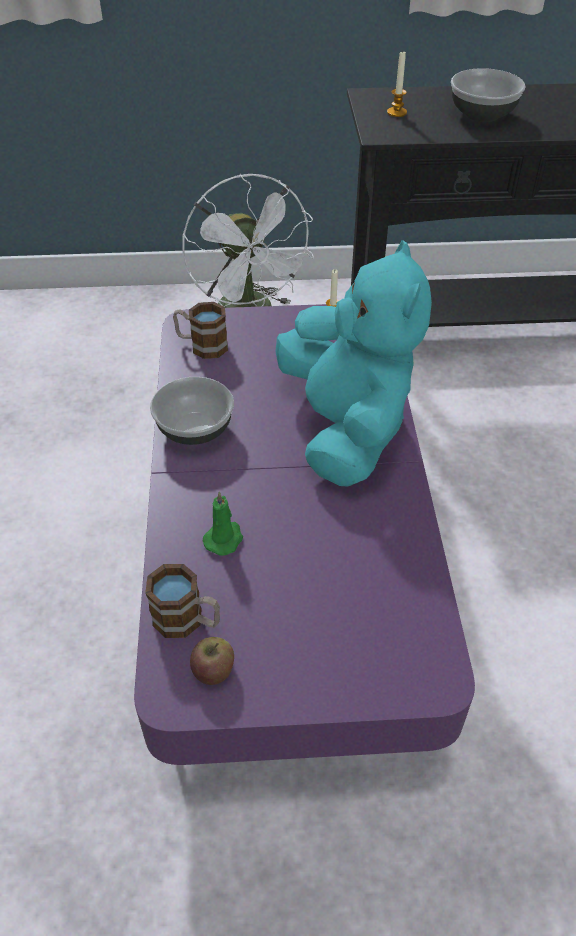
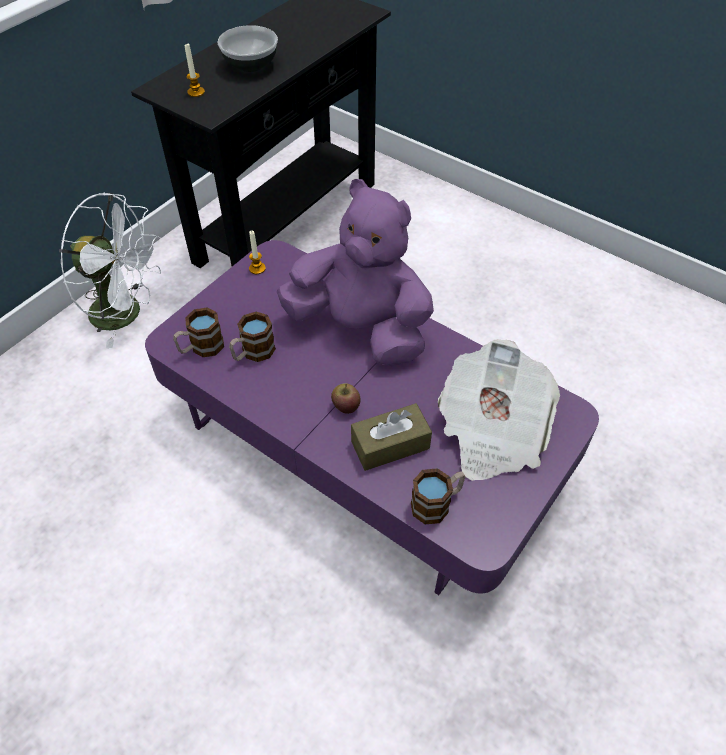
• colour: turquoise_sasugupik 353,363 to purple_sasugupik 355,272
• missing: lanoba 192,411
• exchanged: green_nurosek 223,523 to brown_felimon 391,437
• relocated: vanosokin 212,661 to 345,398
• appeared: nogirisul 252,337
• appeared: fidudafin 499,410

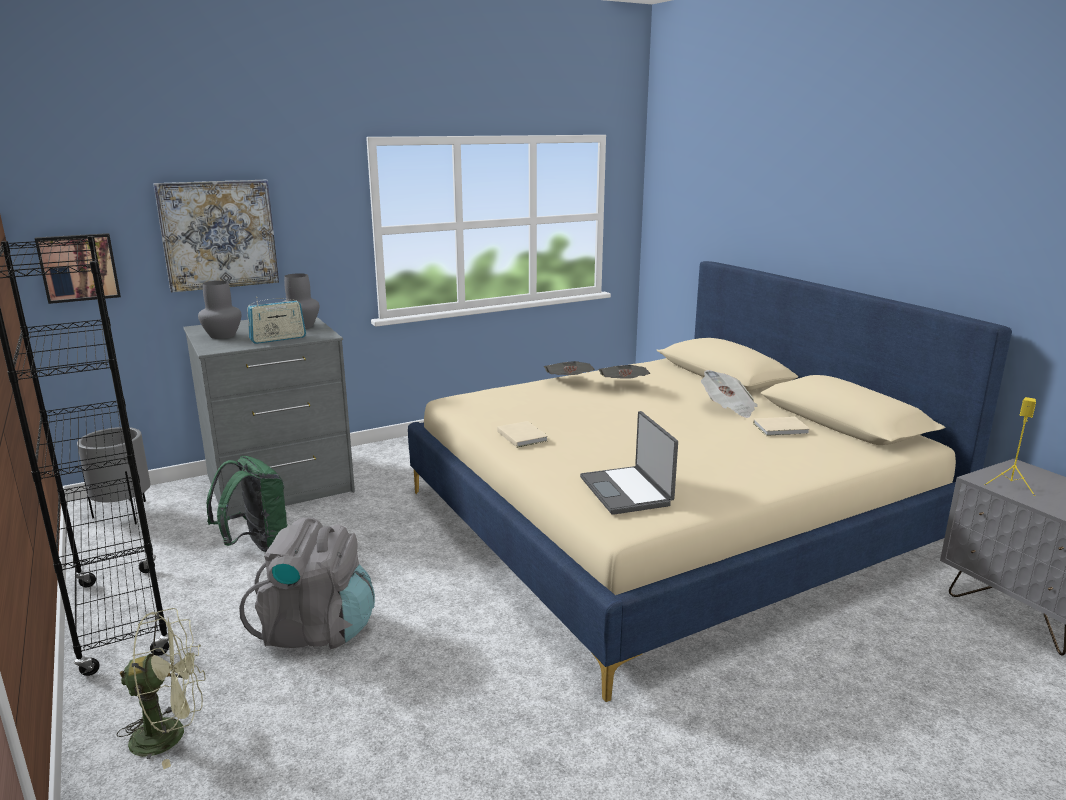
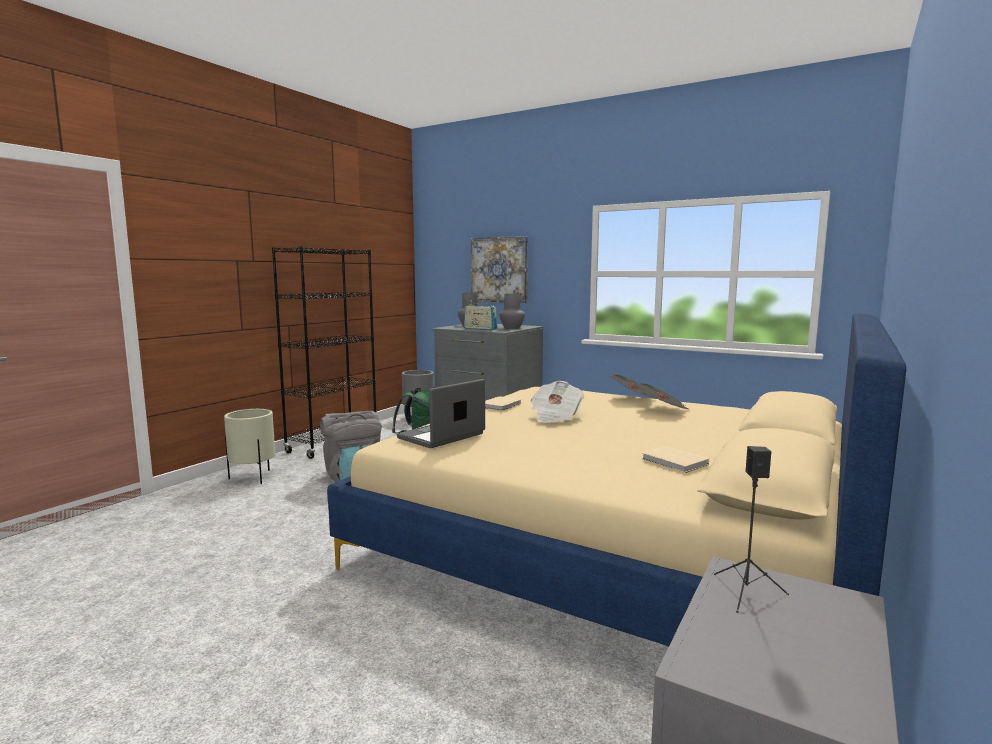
• missing: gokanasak 78,268
• relocated: fidudafin 729,394 to 557,402
• colour: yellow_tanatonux 1010,446 to black_tanatonux 751,529
• exchanged: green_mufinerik 161,688 to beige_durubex 249,446

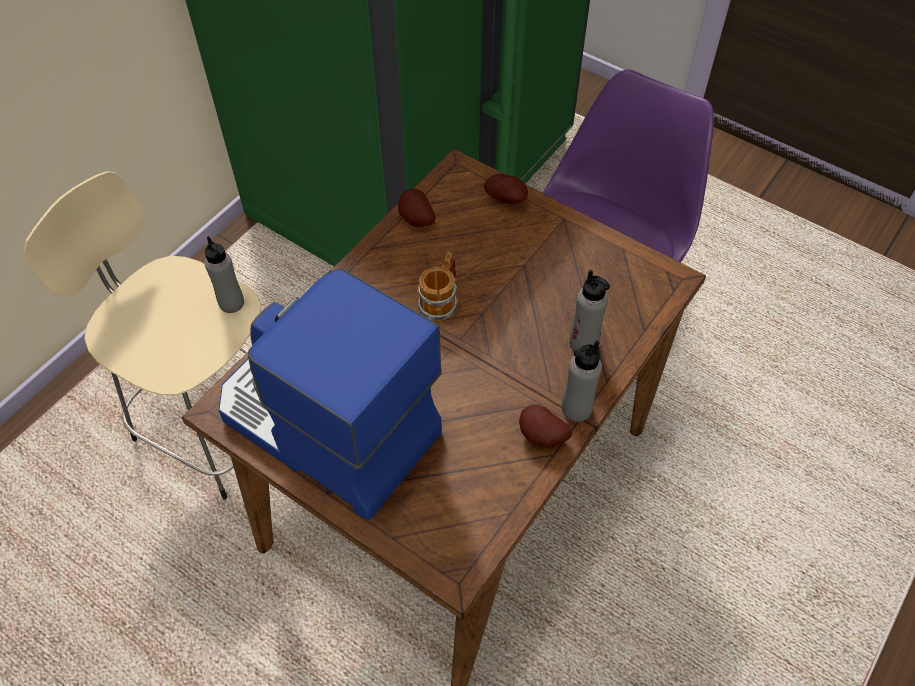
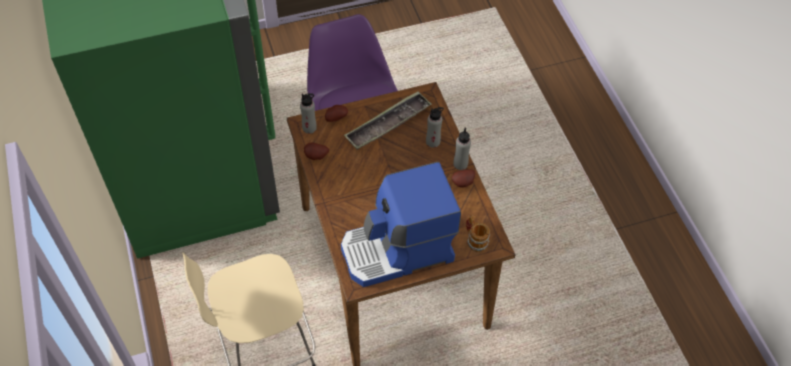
• relocated: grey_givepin 224,274 to 308,113
• relocated: nogirisul 437,287 to 478,233
• appeared: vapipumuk 387,121

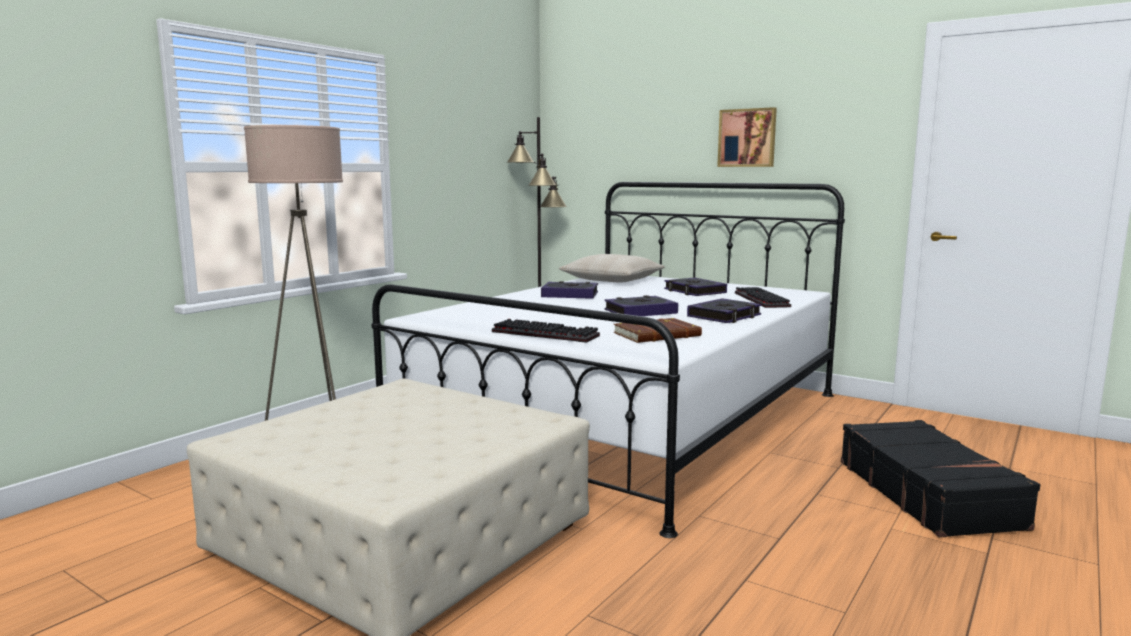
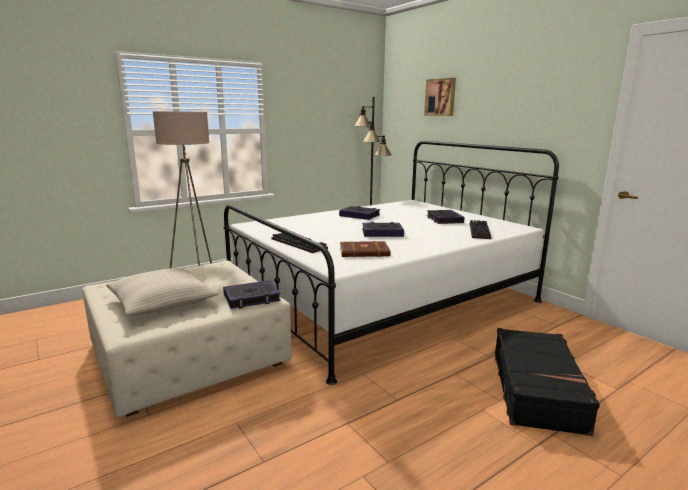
• relocated: gokanasak 747,137 to 440,97
• relocated: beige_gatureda 612,268 to 162,291
• relocated: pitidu 724,310 to 252,294

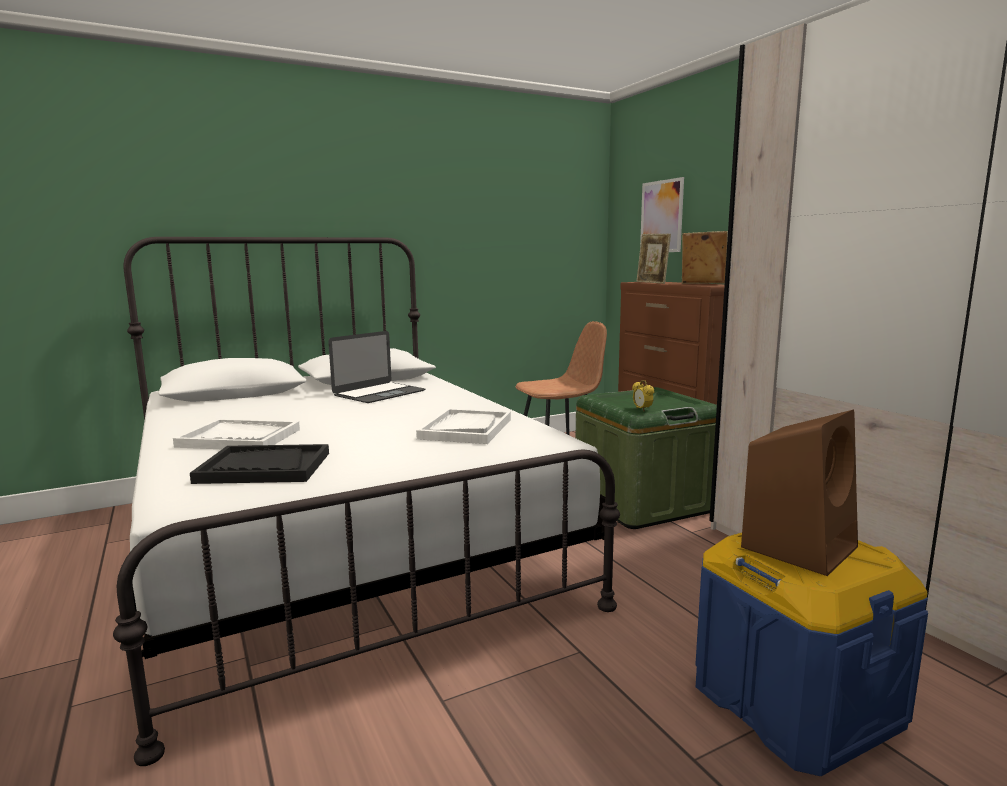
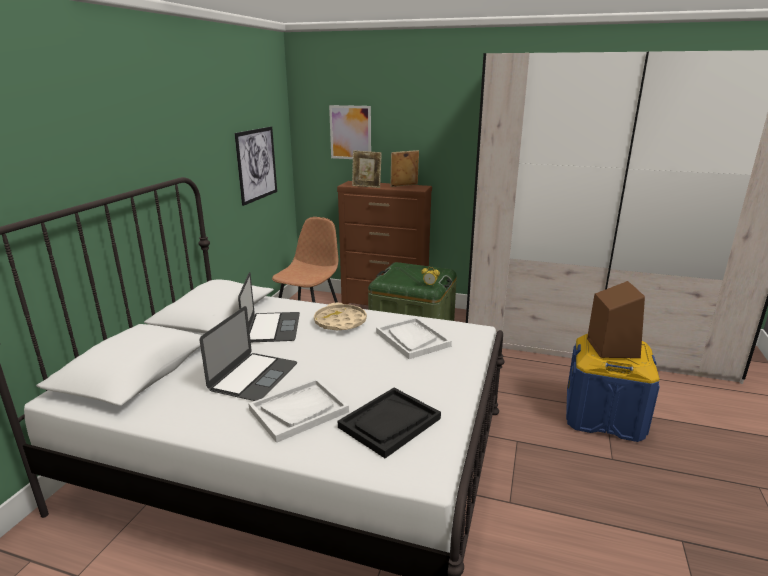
• appeared: gokanasak 256,166
• appeared: beige_vapipumuk 340,316
• appeared: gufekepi 248,353

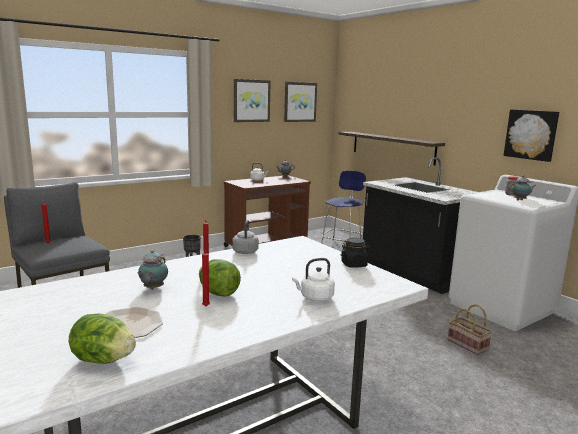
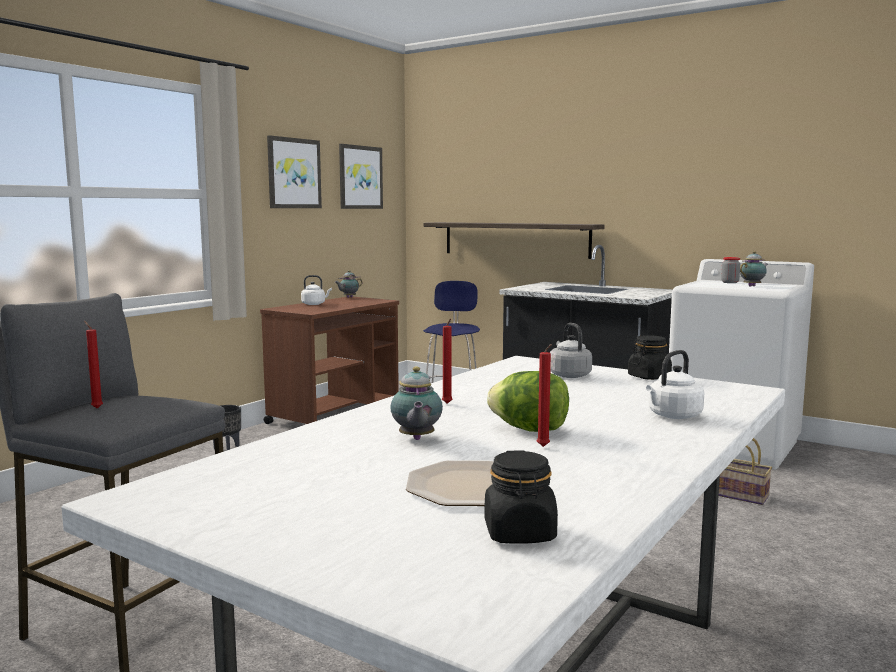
• missing: gokanasak 531,136
• relocated: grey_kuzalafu 245,237 to 571,350
• exchanged: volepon 102,338 to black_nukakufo 521,497

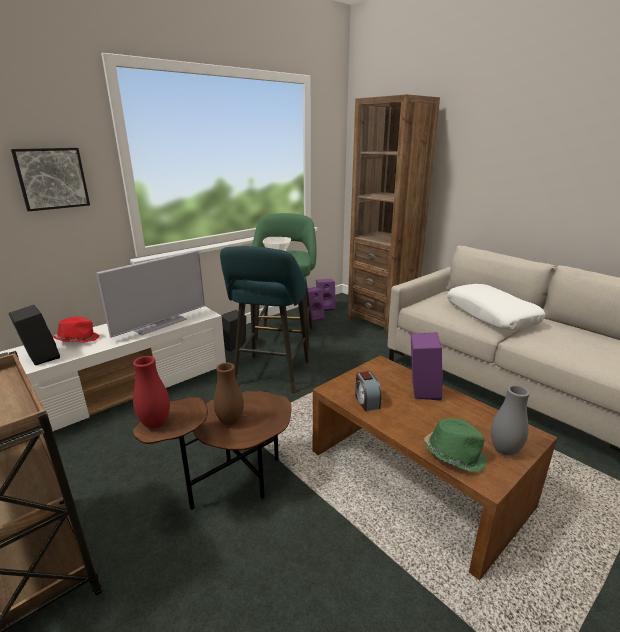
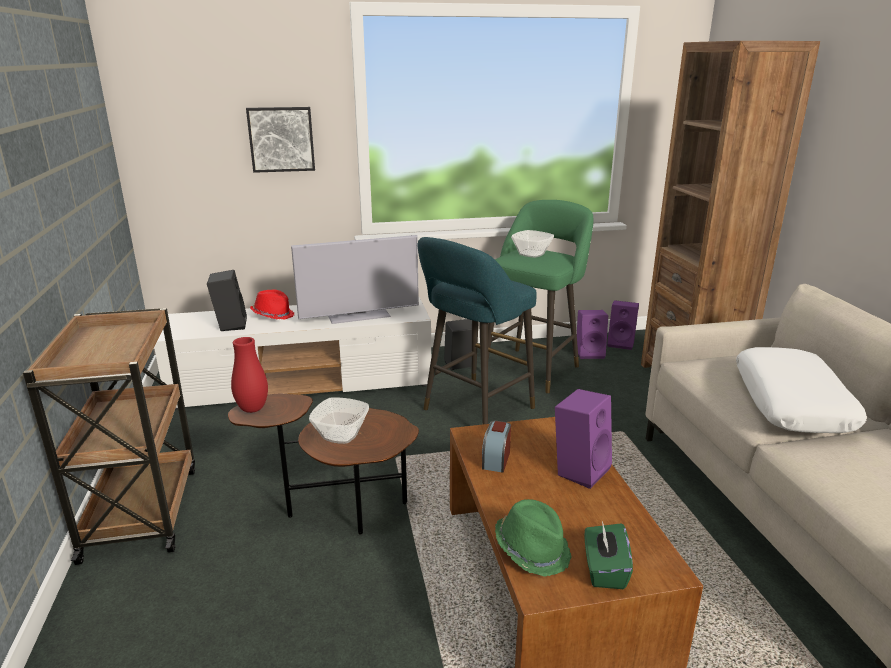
• exchanged: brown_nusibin 229,394 to lanoba 339,420
• exchanged: grey_nusibin 510,420 to green_felimon 608,555

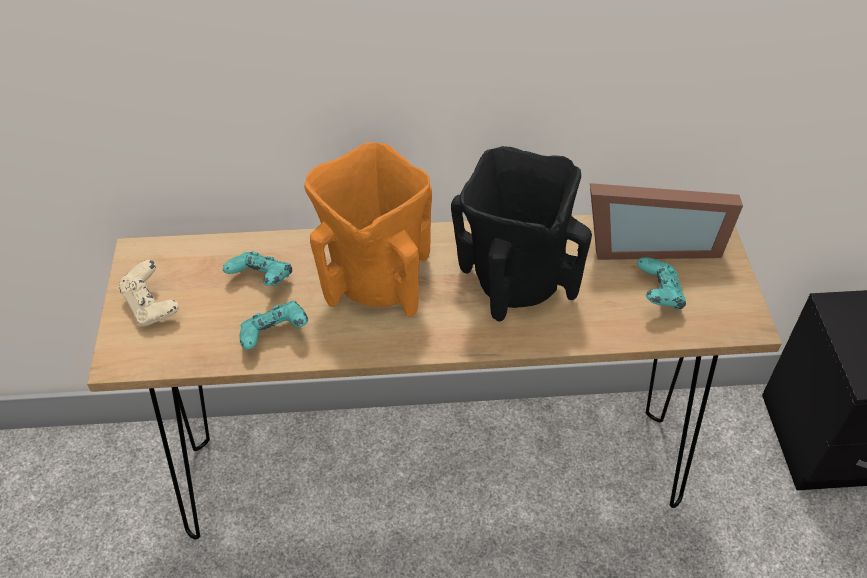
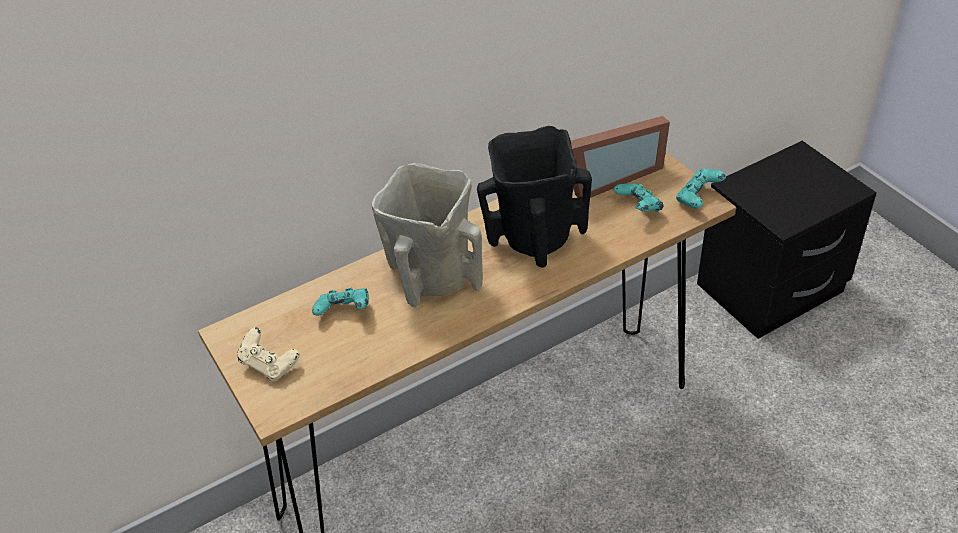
• colour: orange_nusibin 368,229 to beige_nusibin 427,235
• relocated: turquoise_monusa 274,325 to 701,189

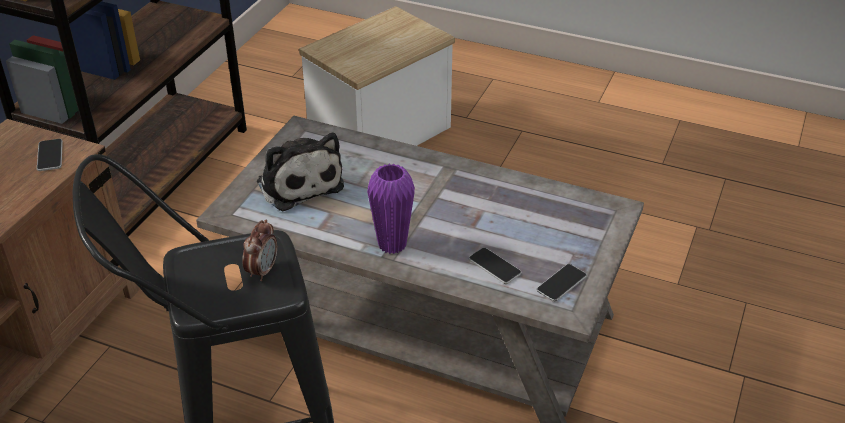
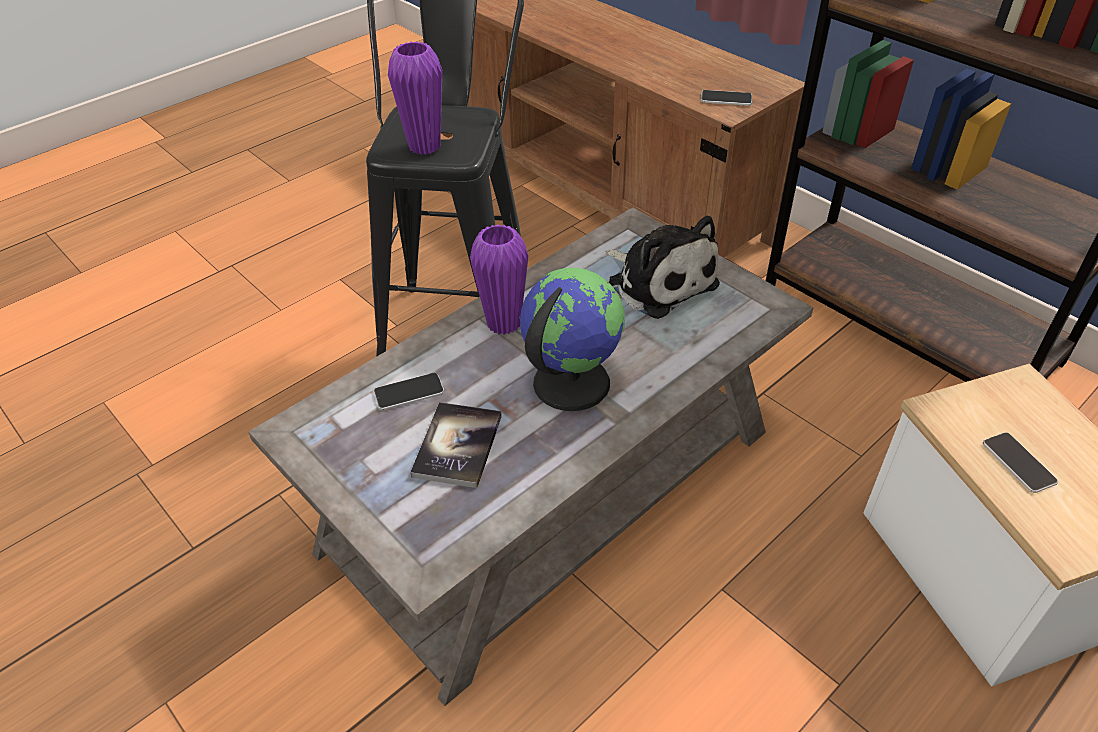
• spun: sasugupik 300,172 = 663,267 120 degrees counterclockwise
• exchanged: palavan 259,250 to purple_nusibin 415,98
• relocated: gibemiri 561,283 to 1020,462
• appeared: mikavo 572,339
• appeared: pitidu 456,445

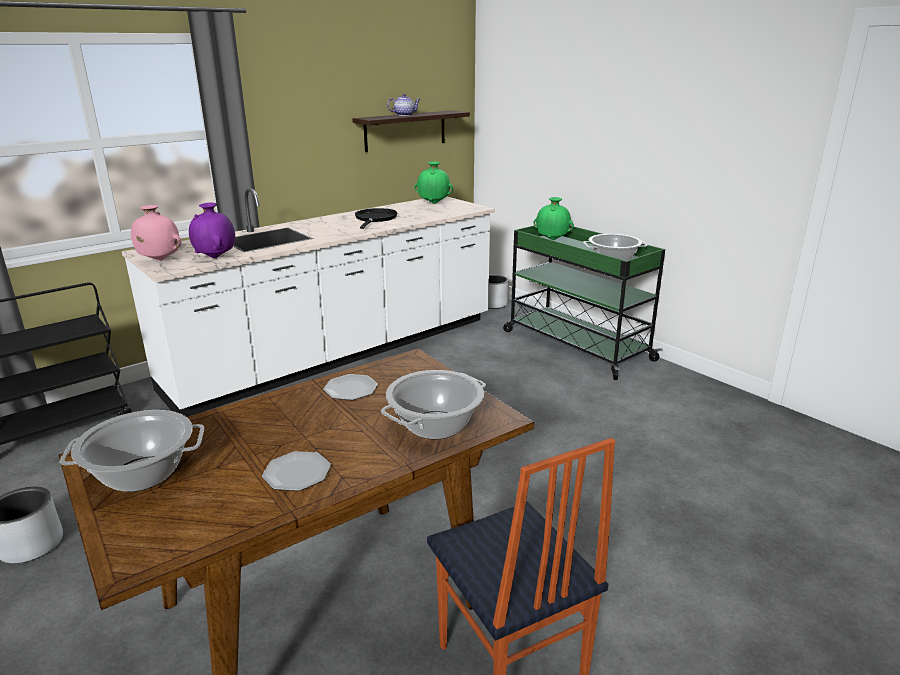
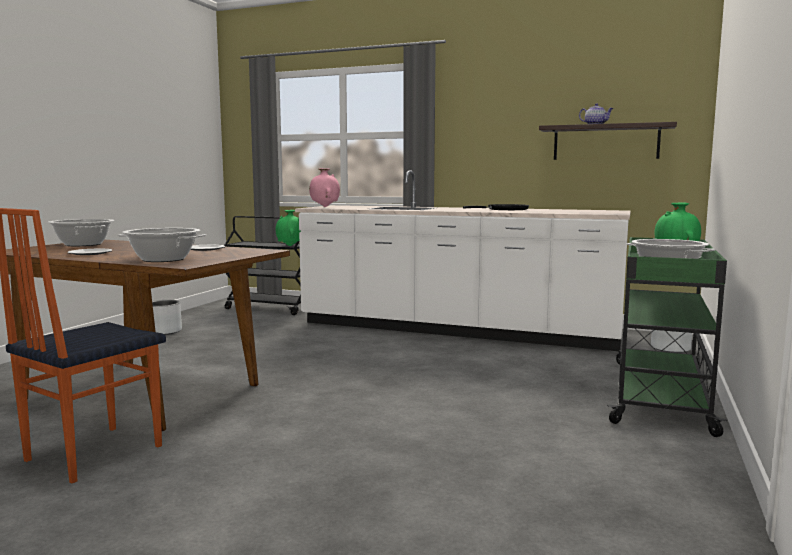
• relocated: green_nusibin 434,182 to 288,228
• missing: purple_nusibin 212,230

